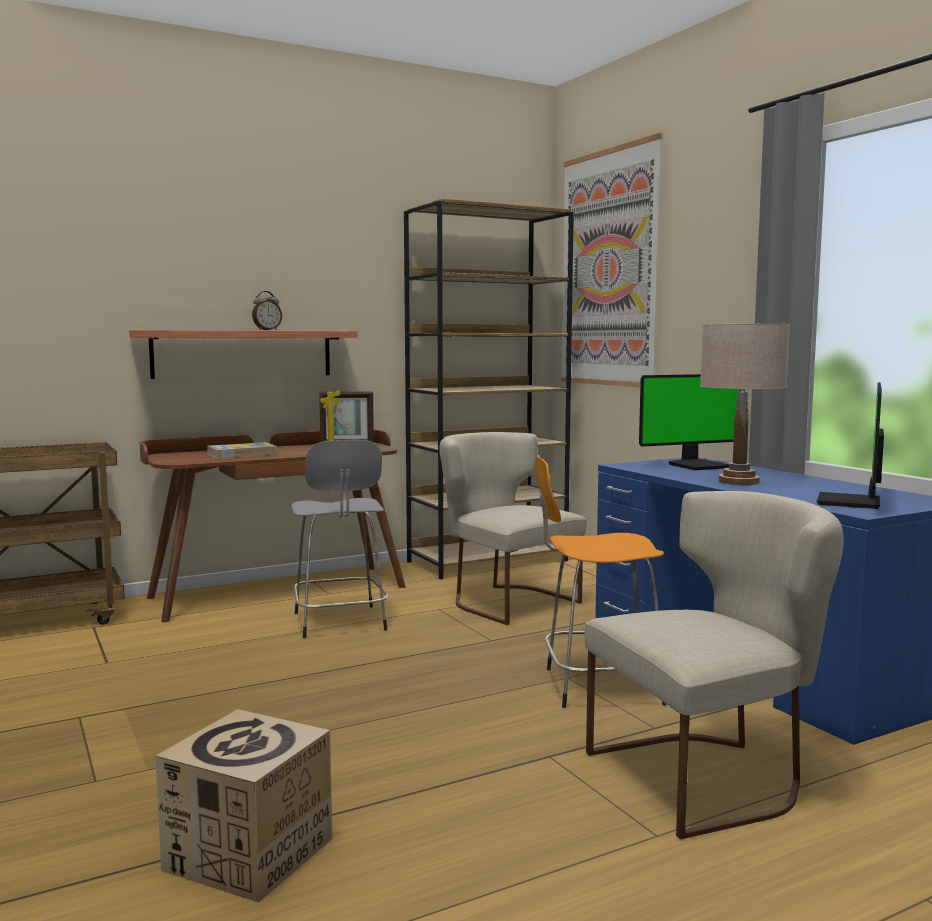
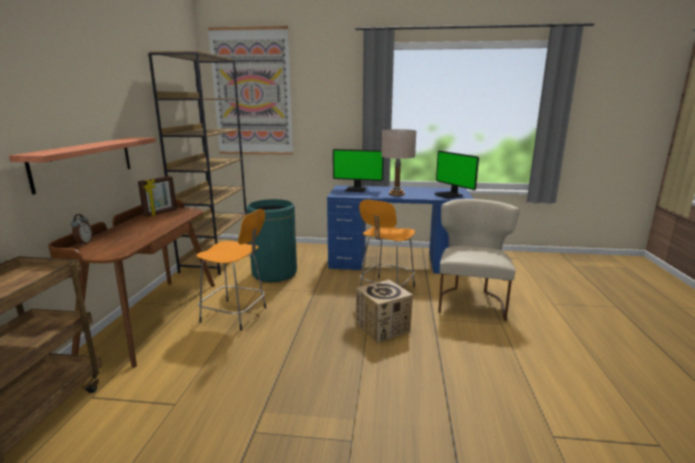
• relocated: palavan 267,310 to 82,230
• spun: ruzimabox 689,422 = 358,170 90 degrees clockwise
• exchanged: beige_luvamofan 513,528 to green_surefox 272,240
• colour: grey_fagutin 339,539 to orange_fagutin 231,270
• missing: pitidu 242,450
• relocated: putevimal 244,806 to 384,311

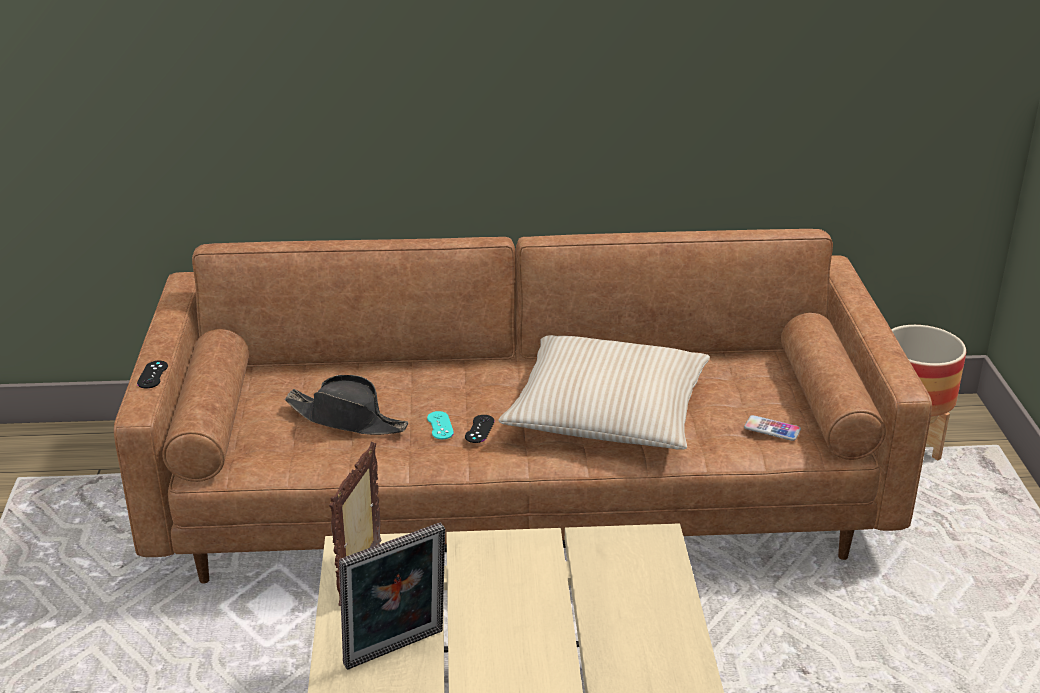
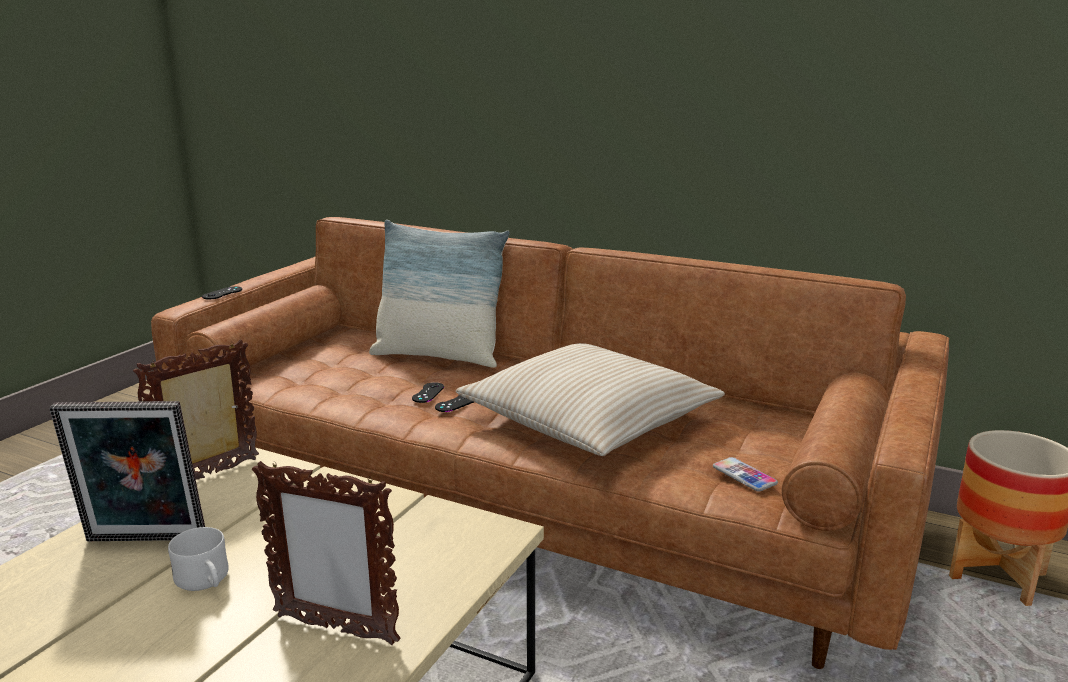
• missing: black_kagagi 346,405
• colour: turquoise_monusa 440,425 to black_monusa 428,392
• appeared: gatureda 439,294
• appeared: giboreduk 326,553
• appeared: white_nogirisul 198,559

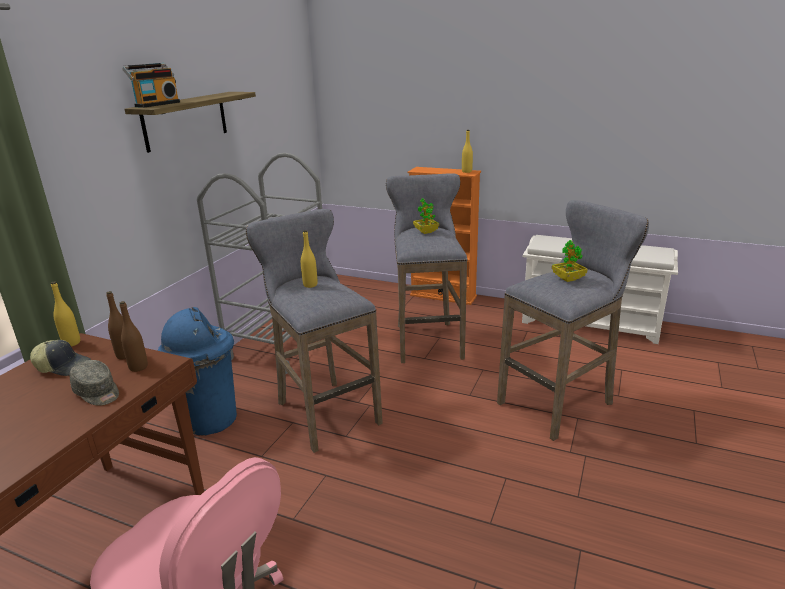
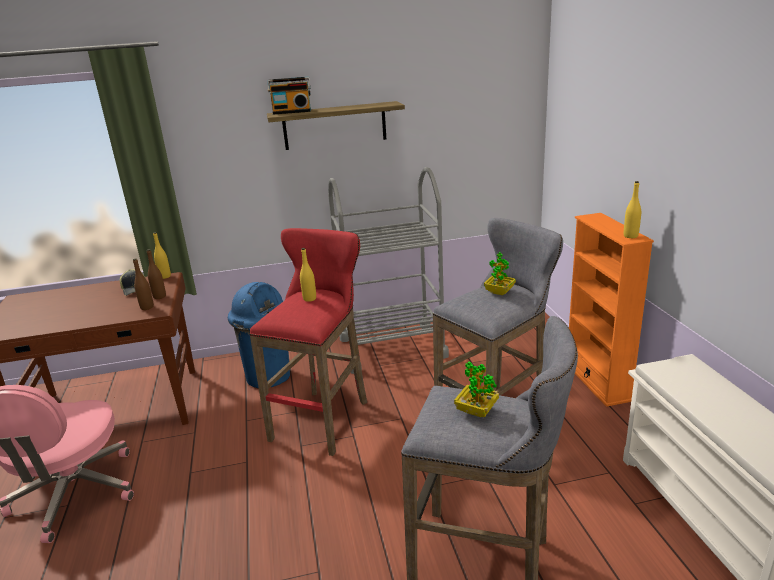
• colour: grey_fagutin 314,331 to red_fagutin 308,342
• missing: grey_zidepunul 94,383

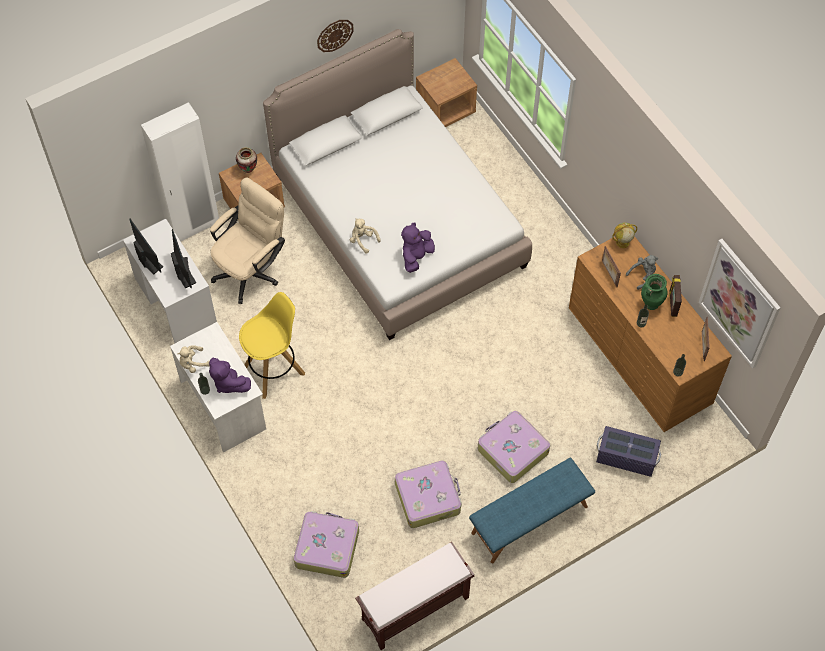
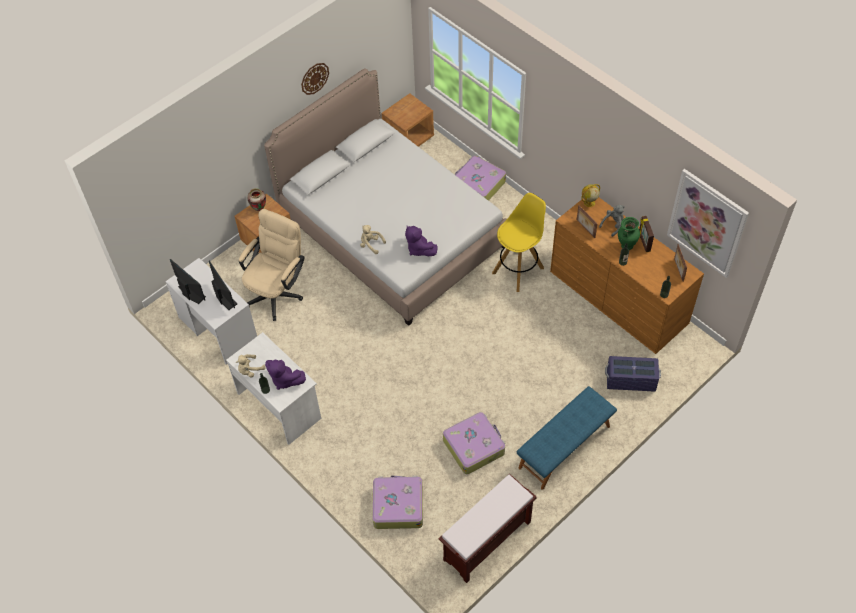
• missing: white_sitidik 180,171
• spun: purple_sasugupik 418,247 = 421,241 60 degrees counterclockwise
• relocated: yellow_fagutin 272,345 to 519,242
• relocated: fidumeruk 514,447 to 480,178

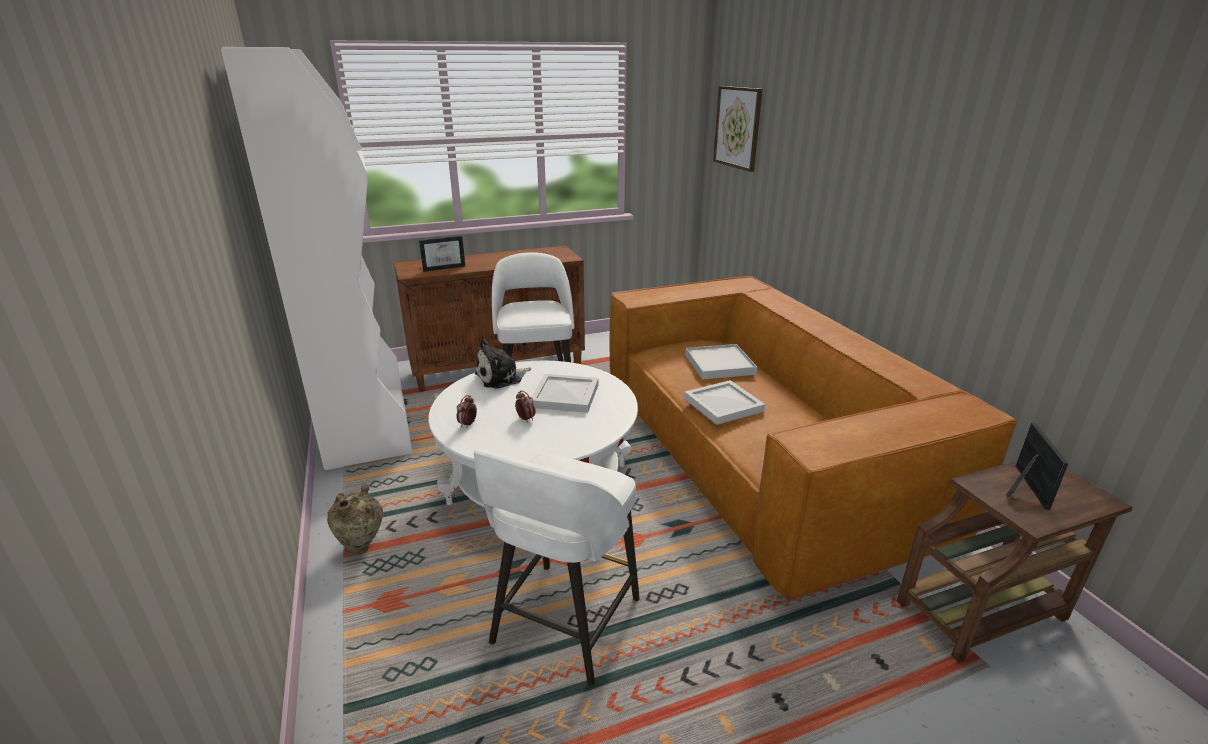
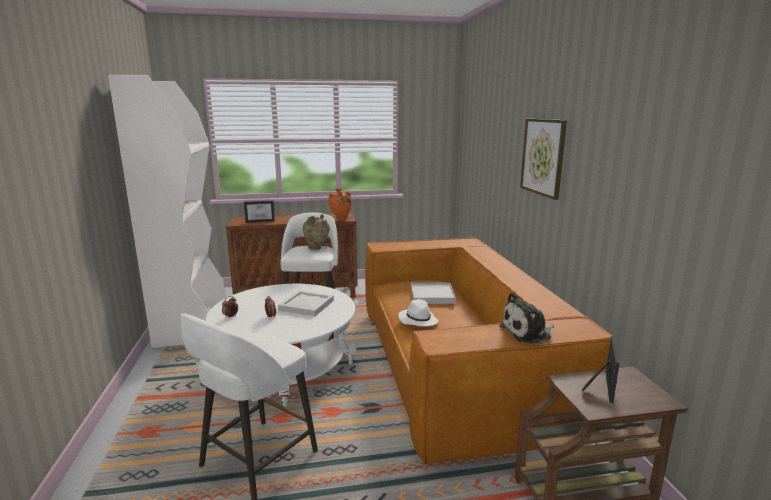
• relocated: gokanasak 738,129 to 543,159
• relocated: sasugupik 503,364 to 526,318
• exchanged: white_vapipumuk 724,402 to white_kagagi 418,312
• relocated: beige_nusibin 355,519 to 316,232
• appeared: orange_nusibin 340,204

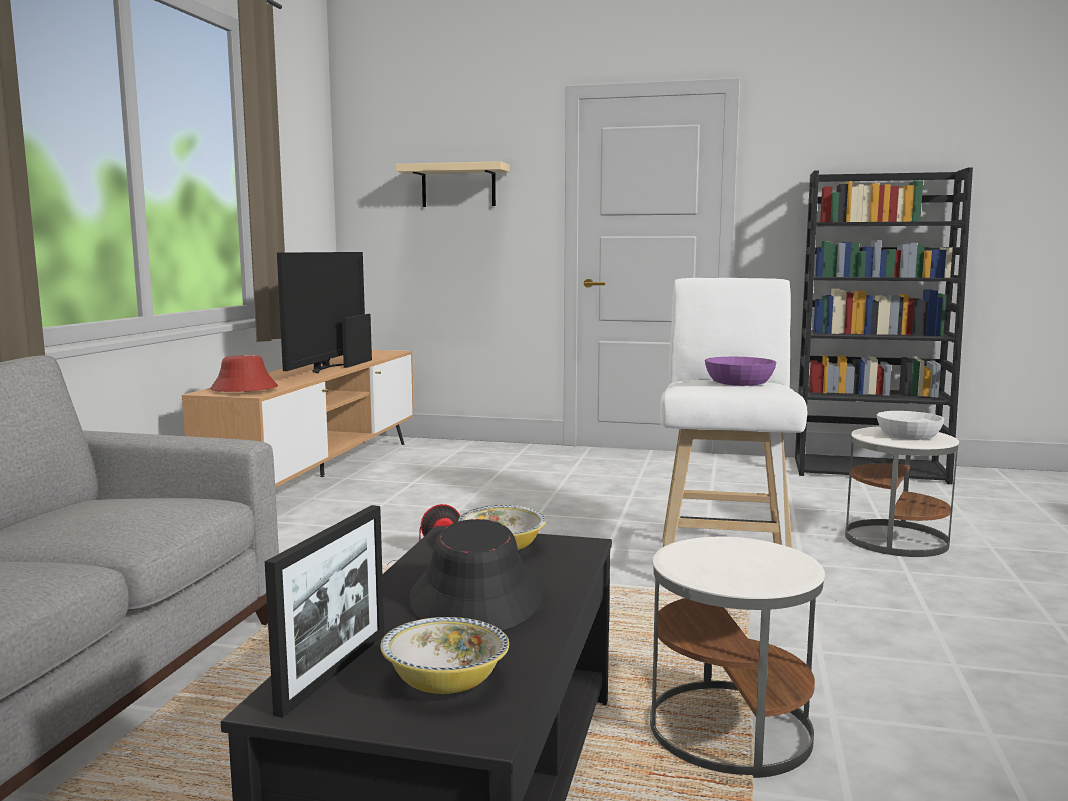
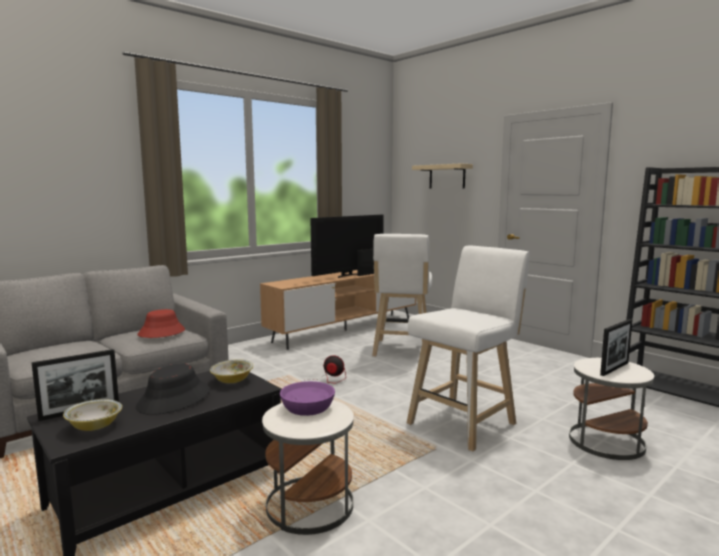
• relocated: red_kagagi 244,373 to 161,323
• relocated: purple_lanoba 741,371 to 307,398
• exchanged: white_lanoba 910,425 to giboreduk 616,347
• appeared: white_fagutin 402,295

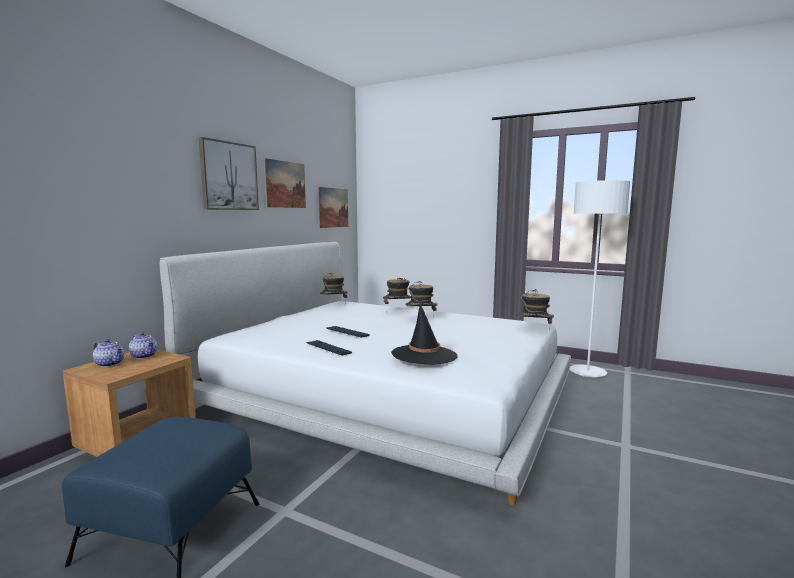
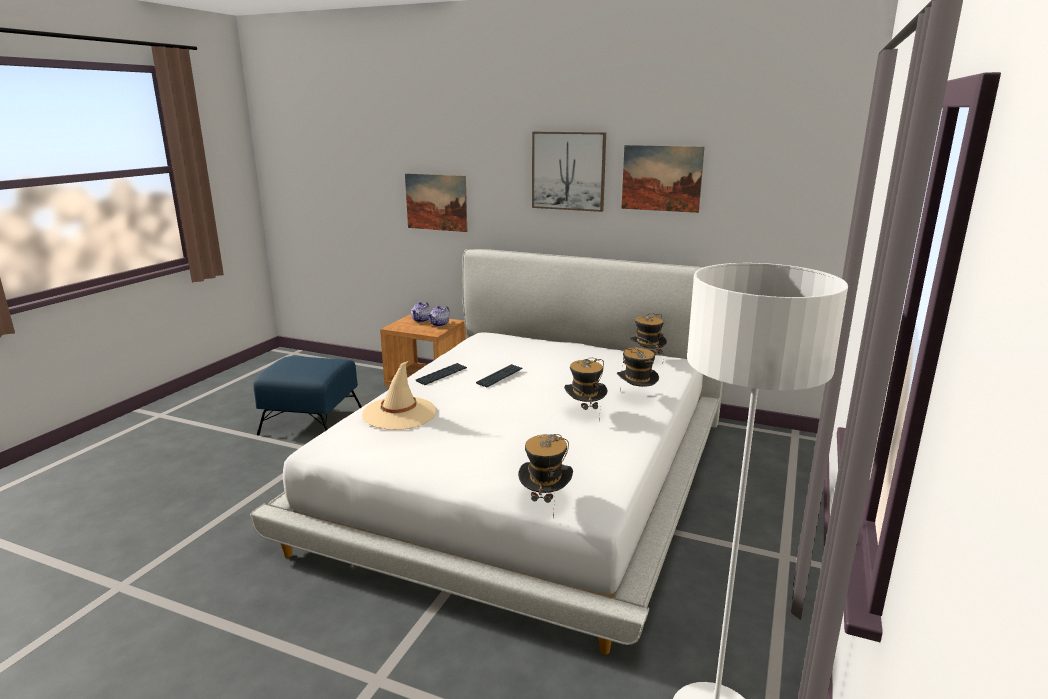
• relocated: gokanasak 333,207 to 436,202
• colour: black_kagagi 424,334 to beige_kagagi 399,395

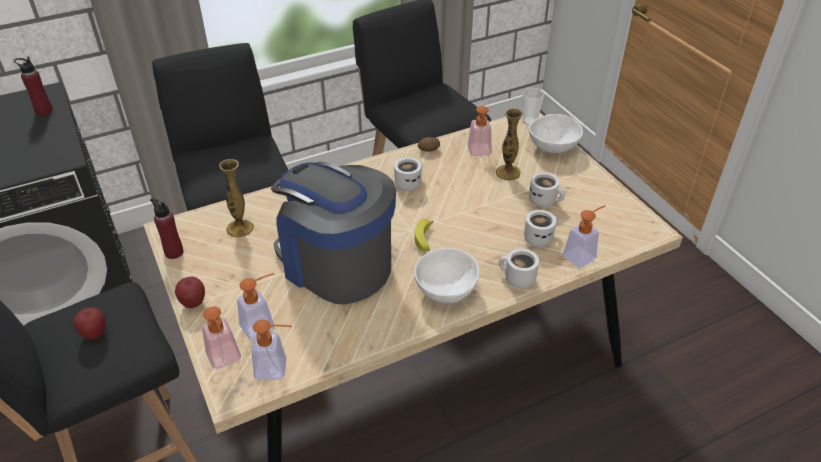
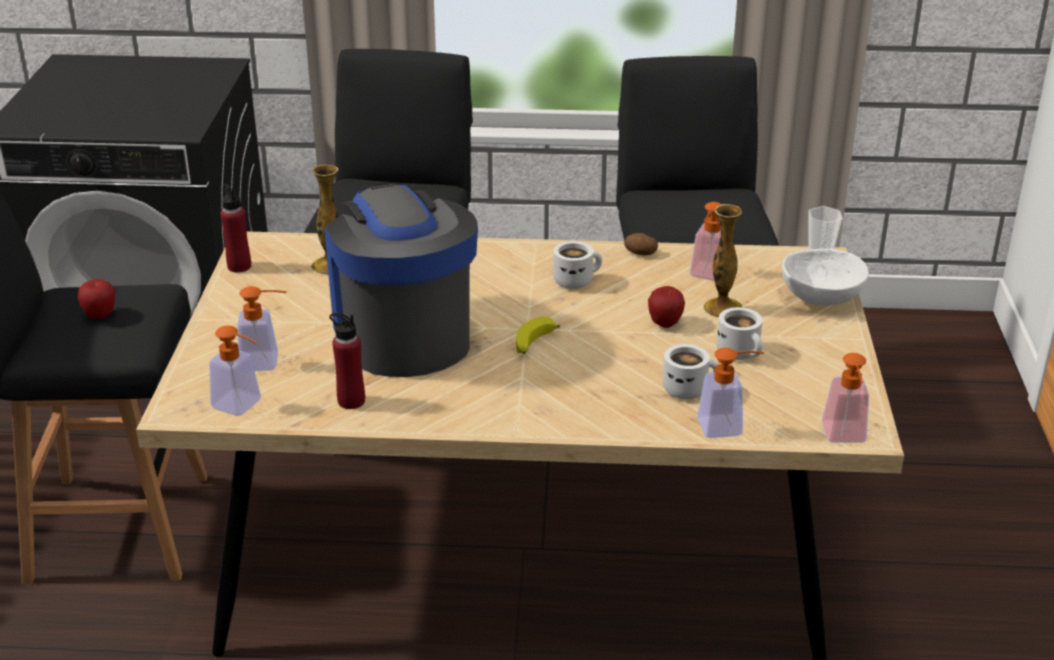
• relocated: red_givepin 33,86 to 347,361
• missing: white_lanoba 447,275
• missing: white_nogirisul 519,268
• relocated: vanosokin 190,292 to 666,307
• relocated: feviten 221,338 to 845,398

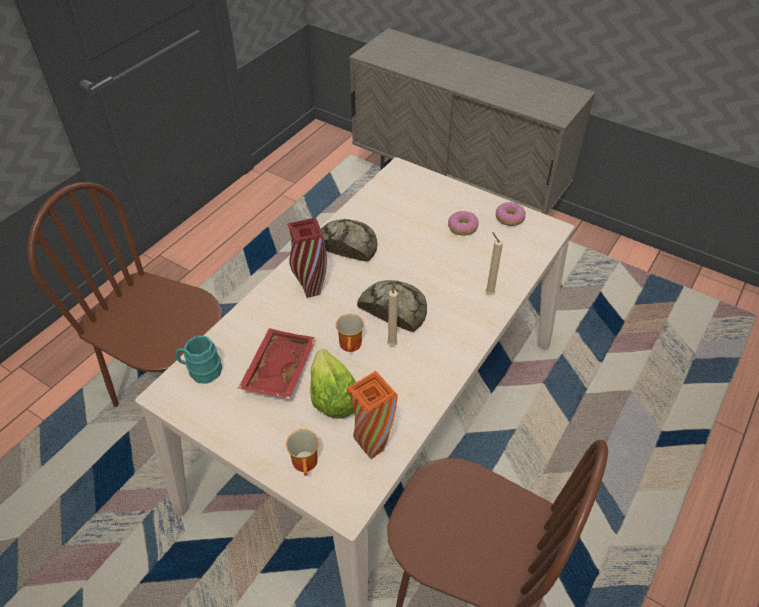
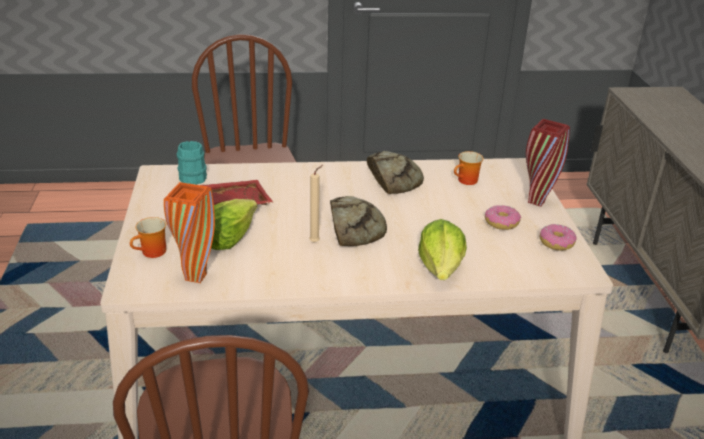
• relocated: red_nusibin 307,258 to 548,163
• exchanged: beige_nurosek 494,263 to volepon 442,249
• relocated: nogirisul 350,333 to 469,168

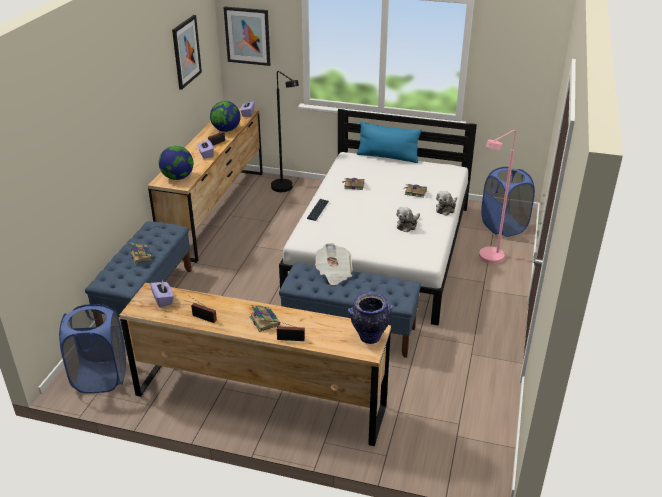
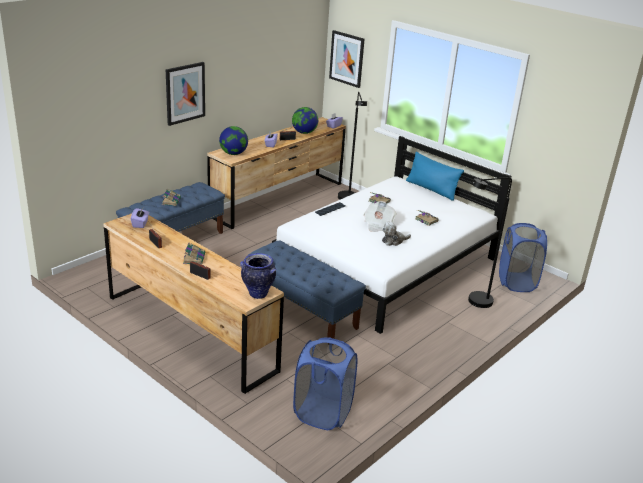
• relocated: gokanasak 187,52 to 185,94
• colour: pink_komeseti 497,197 to black_komeseti 490,242
• missing: sasugupik 446,203
• relocated: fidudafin 333,264 to 380,216
• relocated: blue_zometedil 92,348 to 325,383

